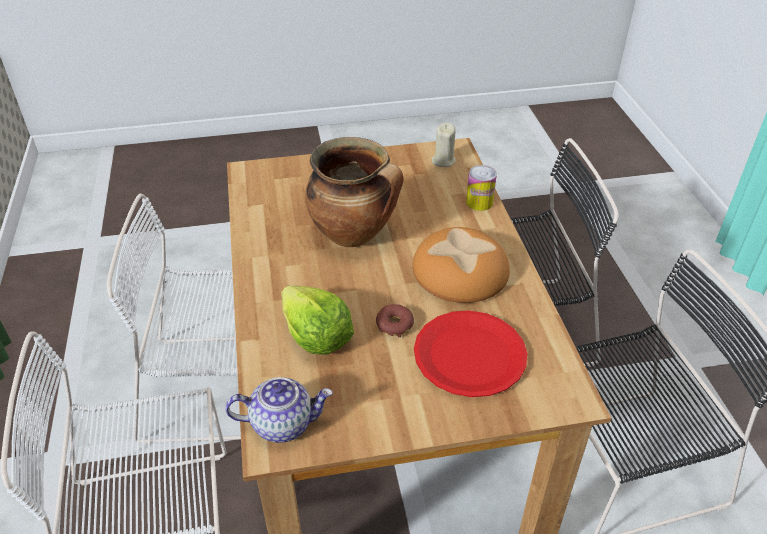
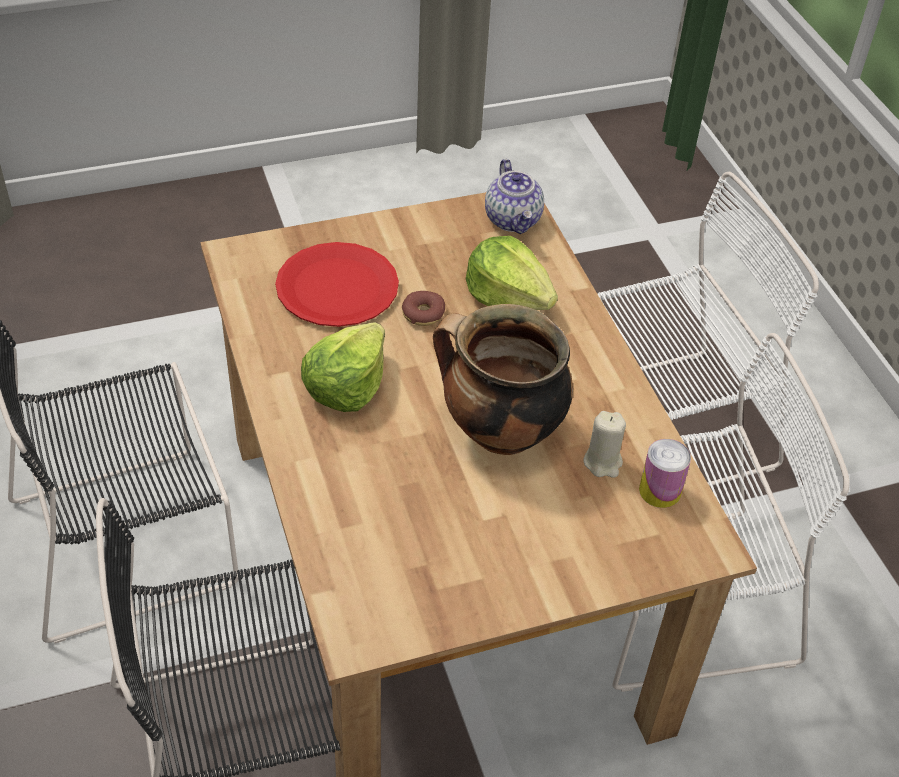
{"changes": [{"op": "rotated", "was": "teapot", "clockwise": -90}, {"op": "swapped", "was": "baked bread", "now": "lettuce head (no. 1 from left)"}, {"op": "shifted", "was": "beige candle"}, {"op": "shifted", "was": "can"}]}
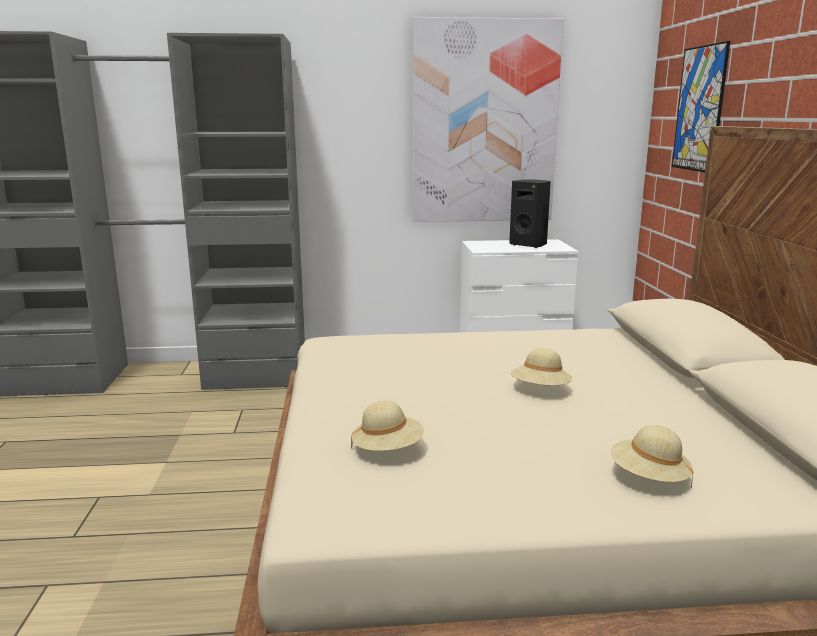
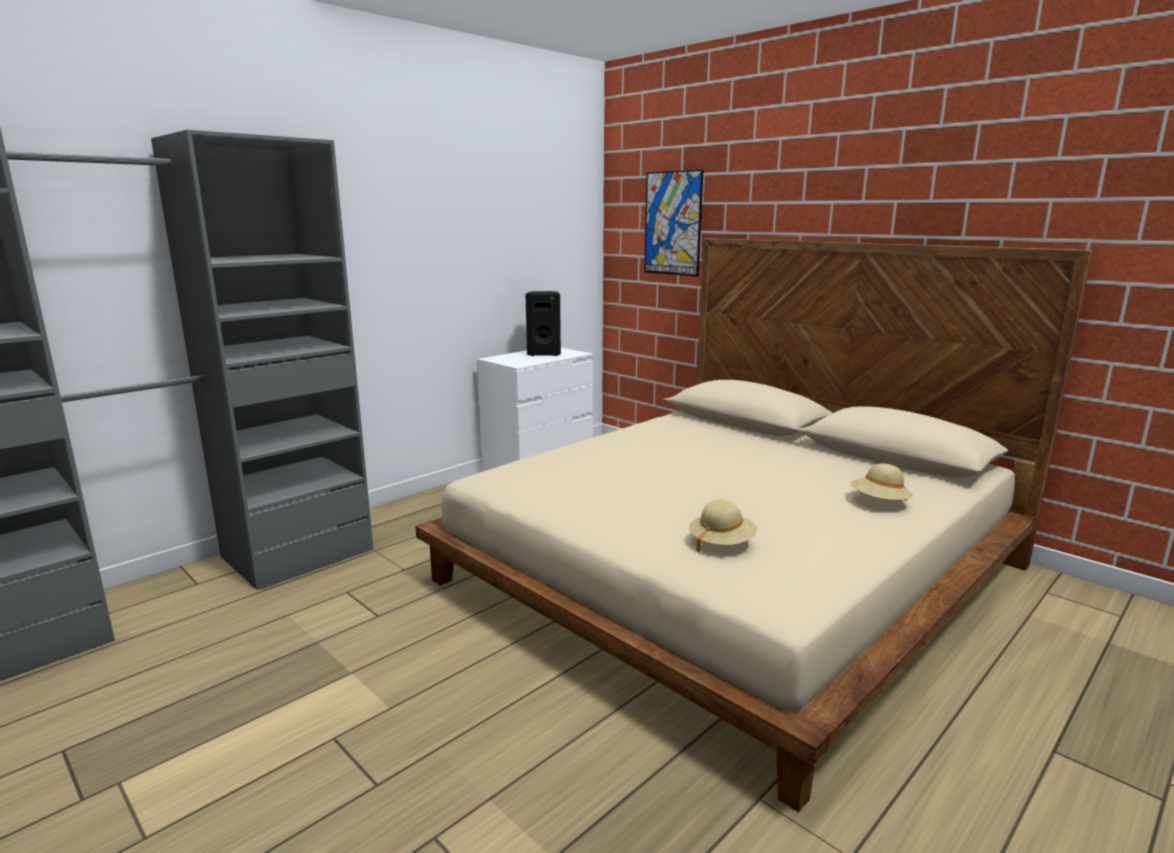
{"changes": [{"op": "gone", "was": "picture (no. 1 from left)"}, {"op": "gone", "was": "beige clothing hat (no. 2 from left)"}]}
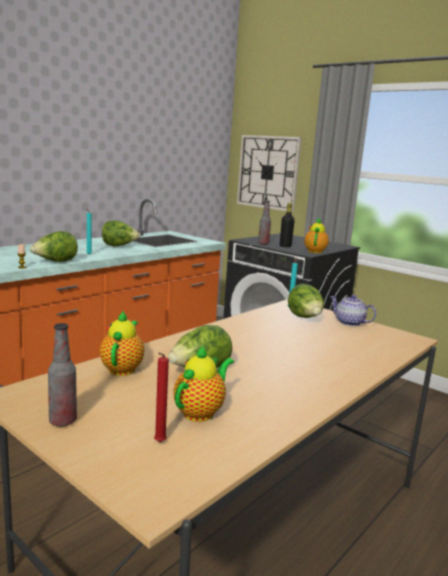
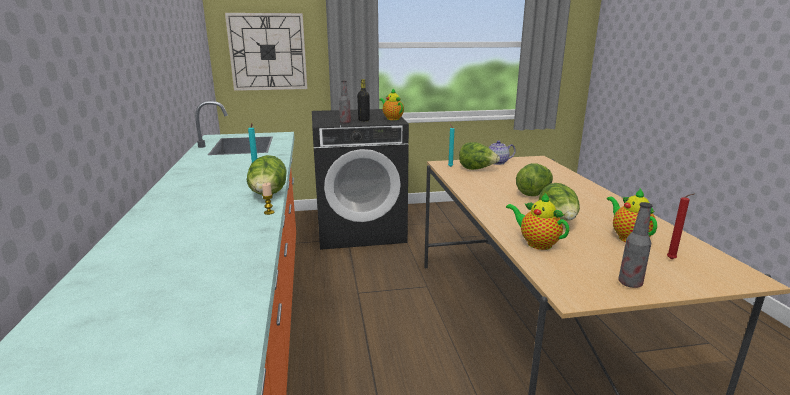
{"changes": [{"op": "shifted", "was": "lettuce head (no. 2 from left in the first image)", "now": "lettuce head (no. 3 from left)"}]}
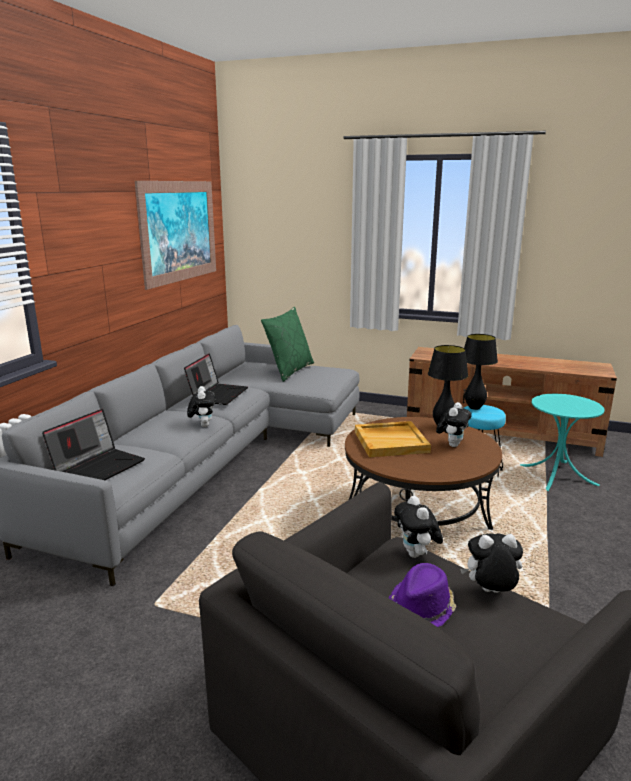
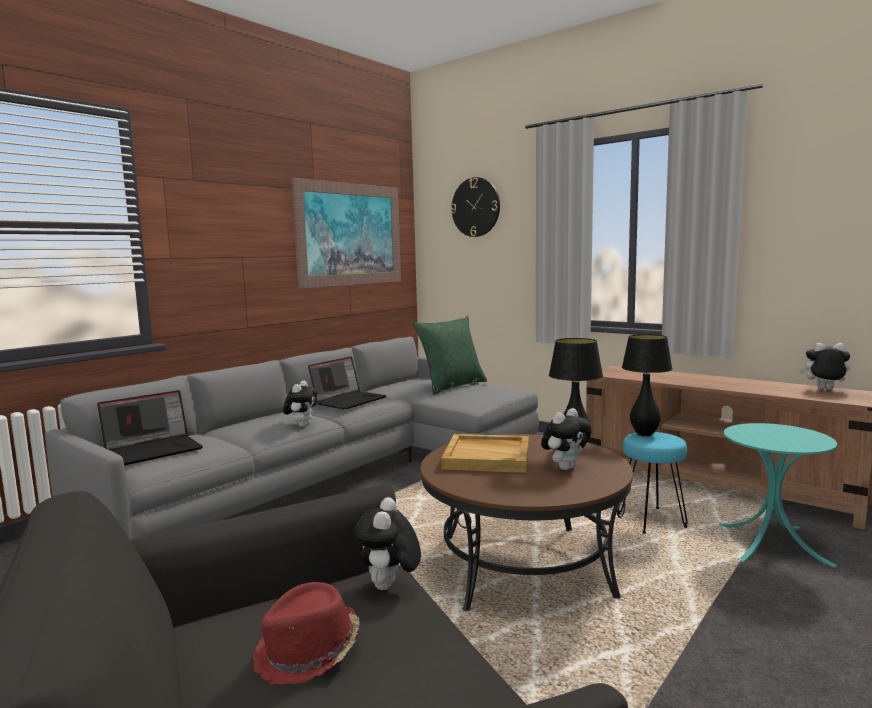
{"changes": [{"op": "repainted", "was": "purple clothing hat", "now": "reddish clothing hat"}, {"op": "shifted", "was": "cuddly toy (no. 4 from left)"}, {"op": "new", "now": "clock on the wall"}]}
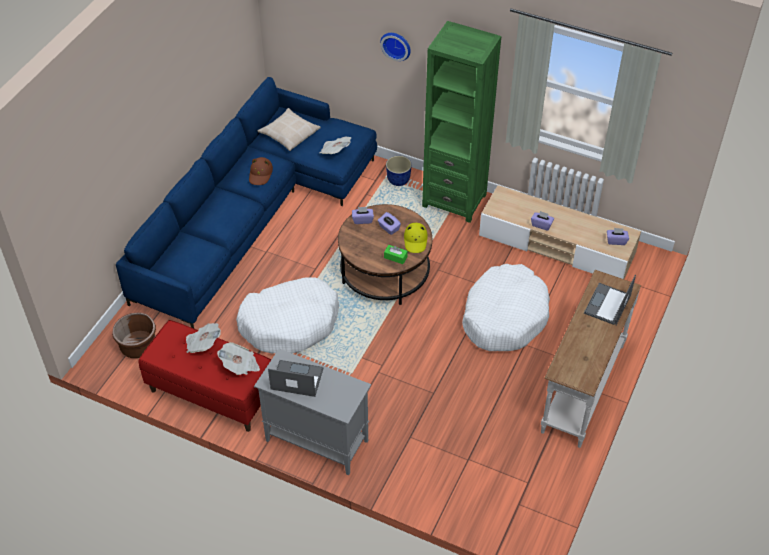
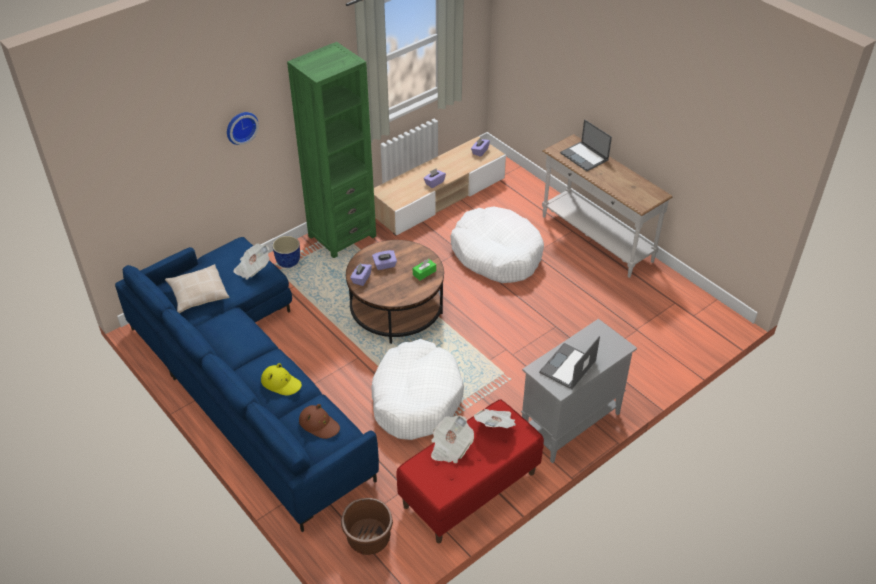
{"changes": [{"op": "shifted", "was": "brown clothing hat"}, {"op": "shifted", "was": "yellow-coloured clothing hat"}]}
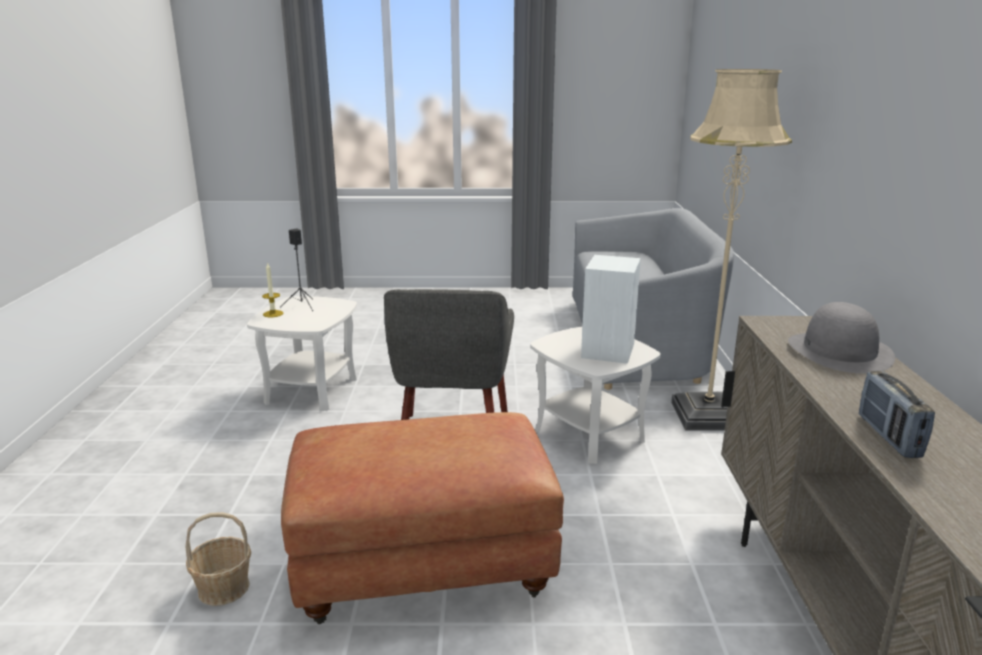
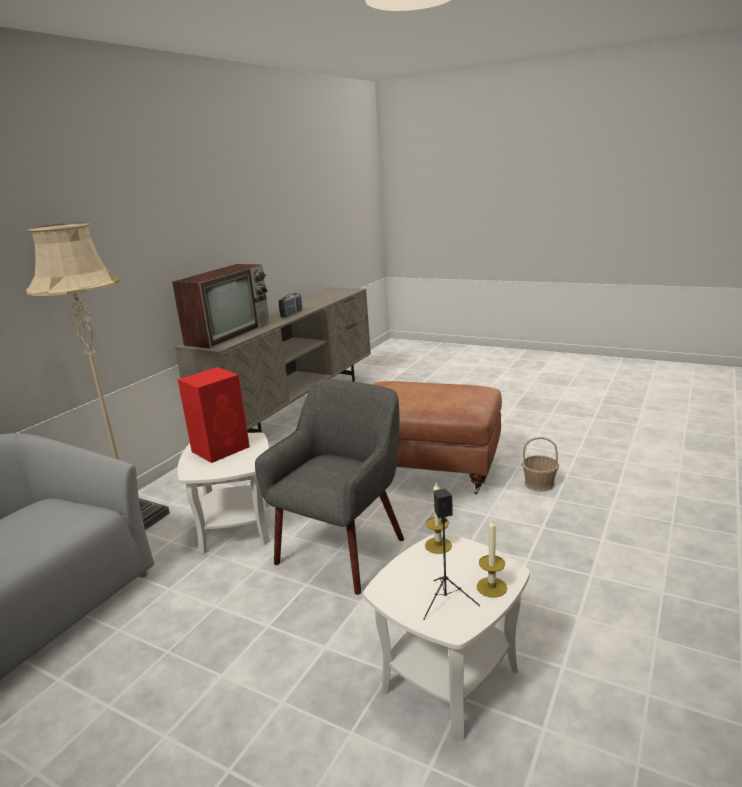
{"changes": [{"op": "repainted", "was": "white audio speaker", "now": "reddish audio speaker"}, {"op": "swapped", "was": "greyish clothing hat", "now": "TV set"}, {"op": "new", "now": "candle (no. 1 from left)"}]}
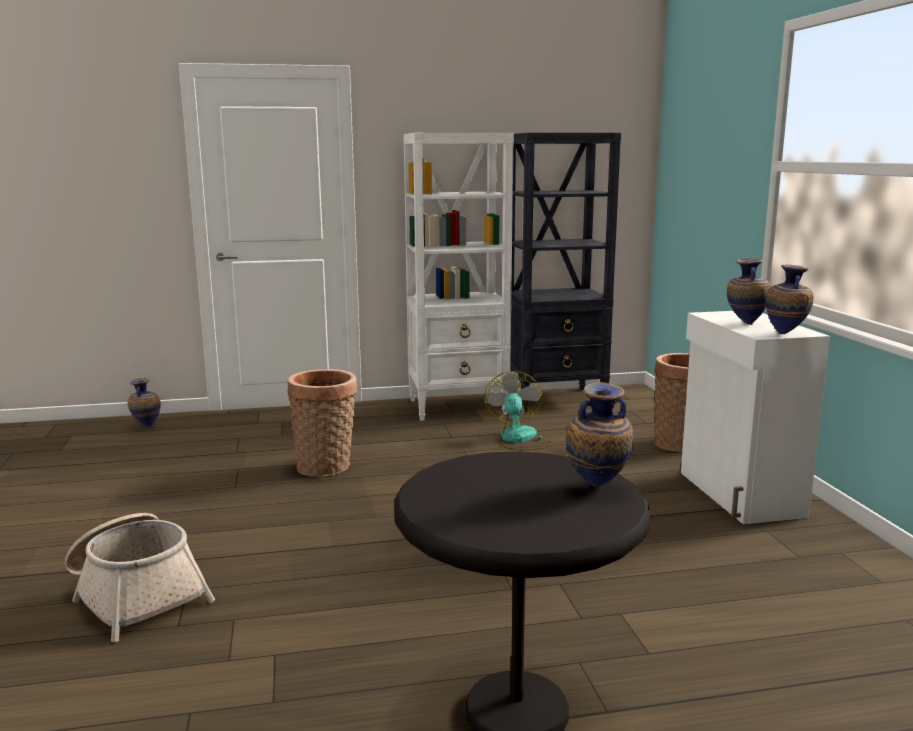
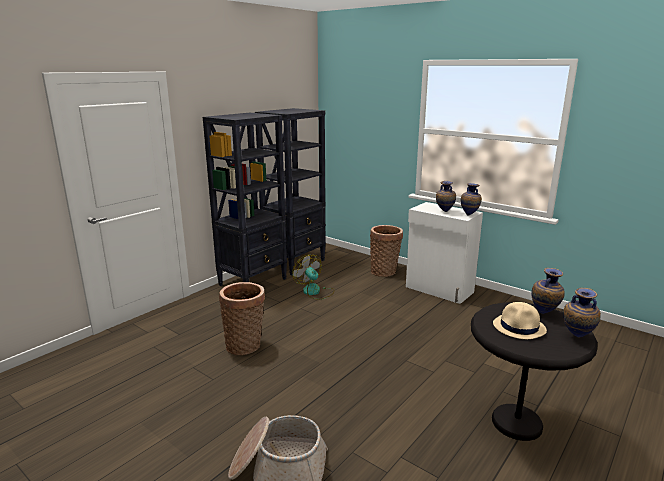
{"changes": [{"op": "shifted", "was": "flower vase (no. 1 from left in the first image)", "now": "flower vase (no. 4 from left)"}, {"op": "repainted", "was": "white shelving unit", "now": "black-coloured shelving unit (no. 1 from left)"}, {"op": "new", "now": "beige clothing hat"}]}
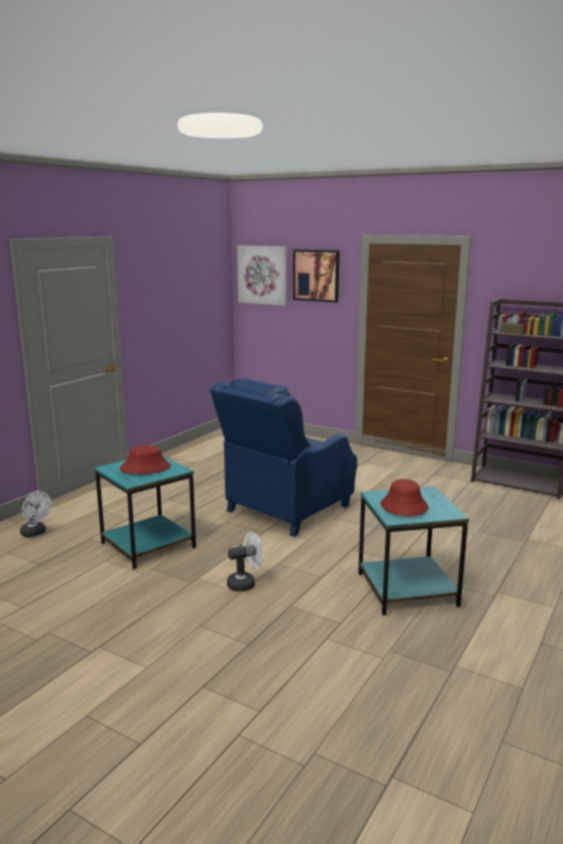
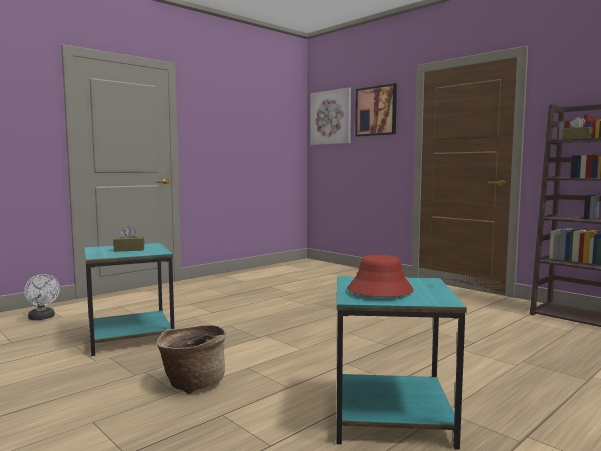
{"changes": [{"op": "swapped", "was": "reddish clothing hat (no. 1 from left)", "now": "brown tissue box (no. 1 from left)"}, {"op": "gone", "was": "bluish armchair"}, {"op": "swapped", "was": "white cooling fan (no. 2 from left)", "now": "storage basket"}]}
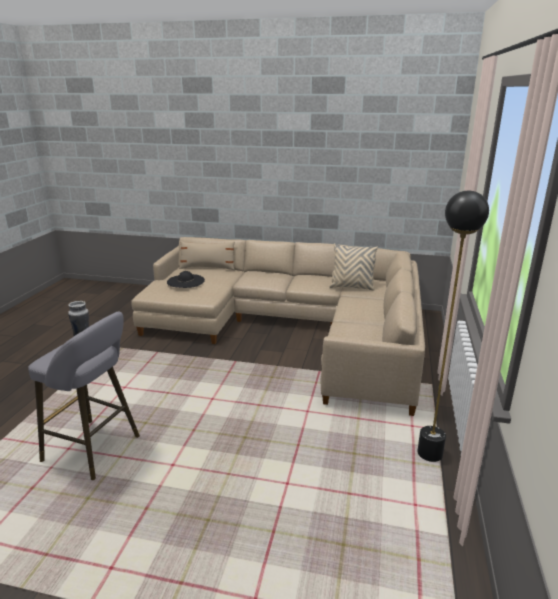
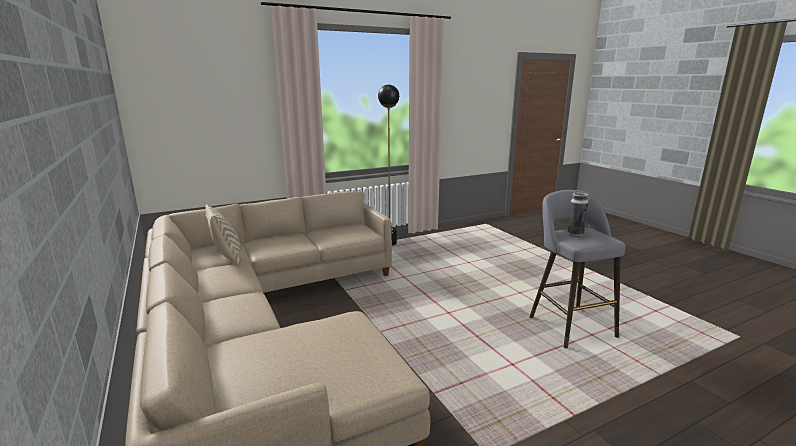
{"changes": [{"op": "gone", "was": "black-coloured clothing hat"}, {"op": "gone", "was": "beige pillow (no. 1 from left)"}]}
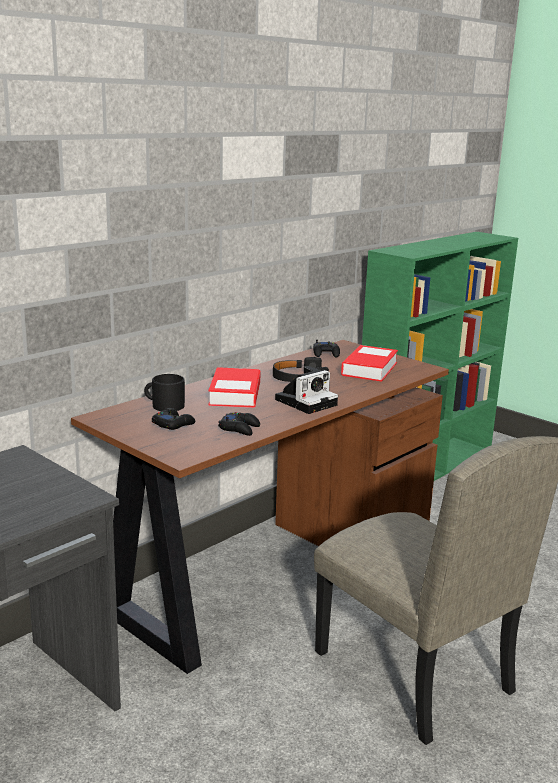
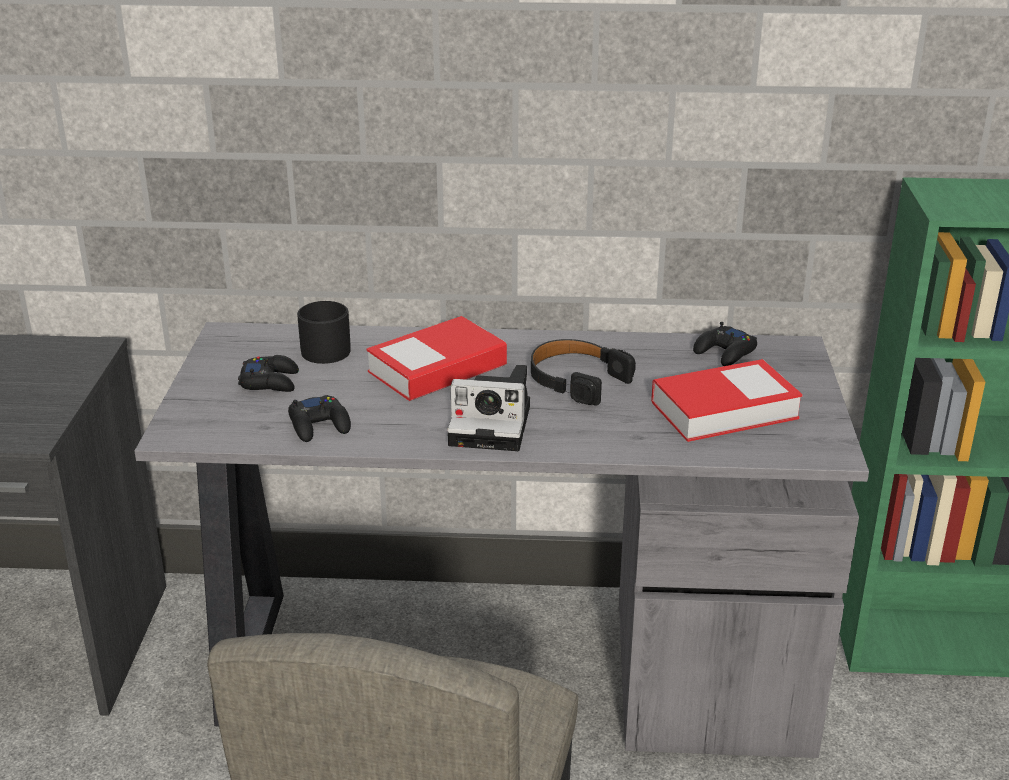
{"changes": [{"op": "repainted", "was": "brown desk unit", "now": "greyish desk unit (no. 2 from left)"}]}
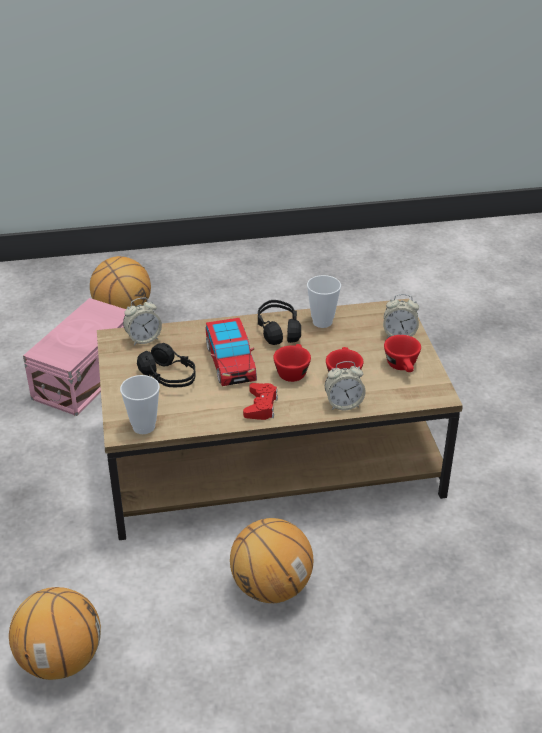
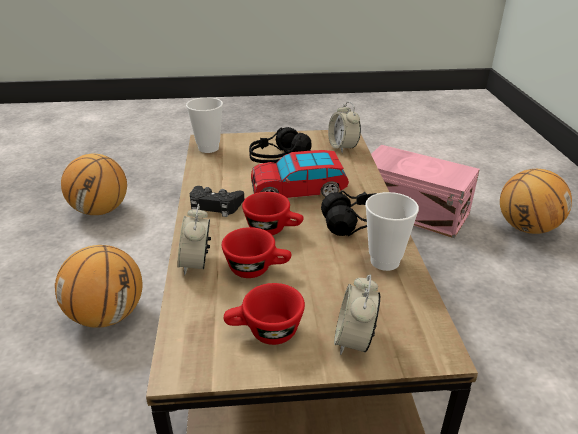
{"changes": [{"op": "repainted", "was": "reddish game controller", "now": "black-coloured game controller"}]}
